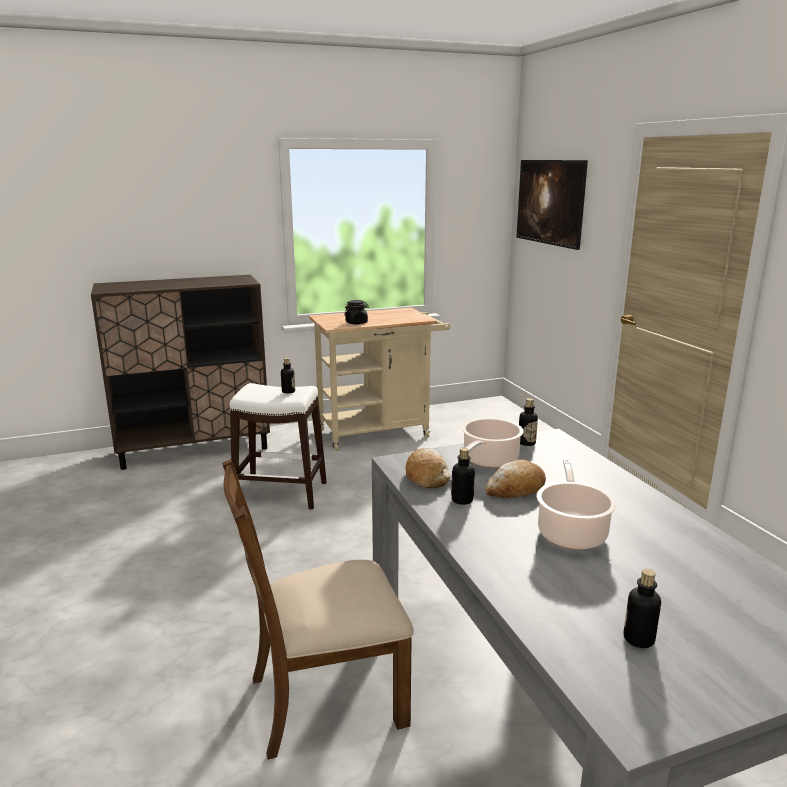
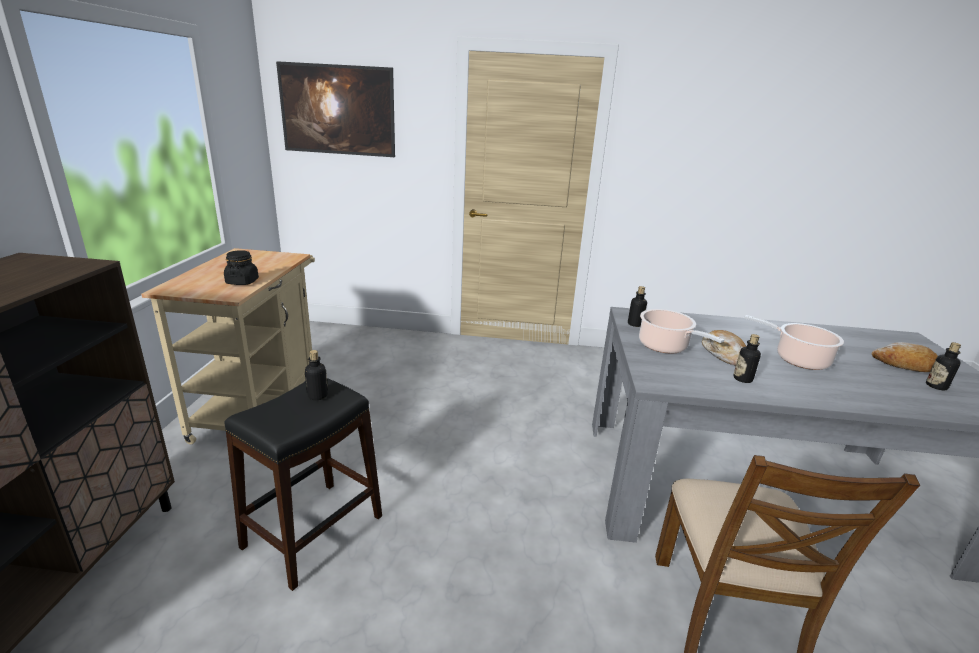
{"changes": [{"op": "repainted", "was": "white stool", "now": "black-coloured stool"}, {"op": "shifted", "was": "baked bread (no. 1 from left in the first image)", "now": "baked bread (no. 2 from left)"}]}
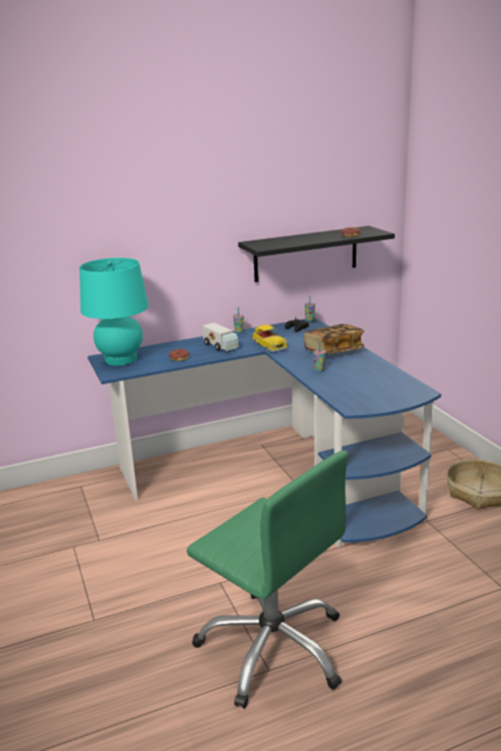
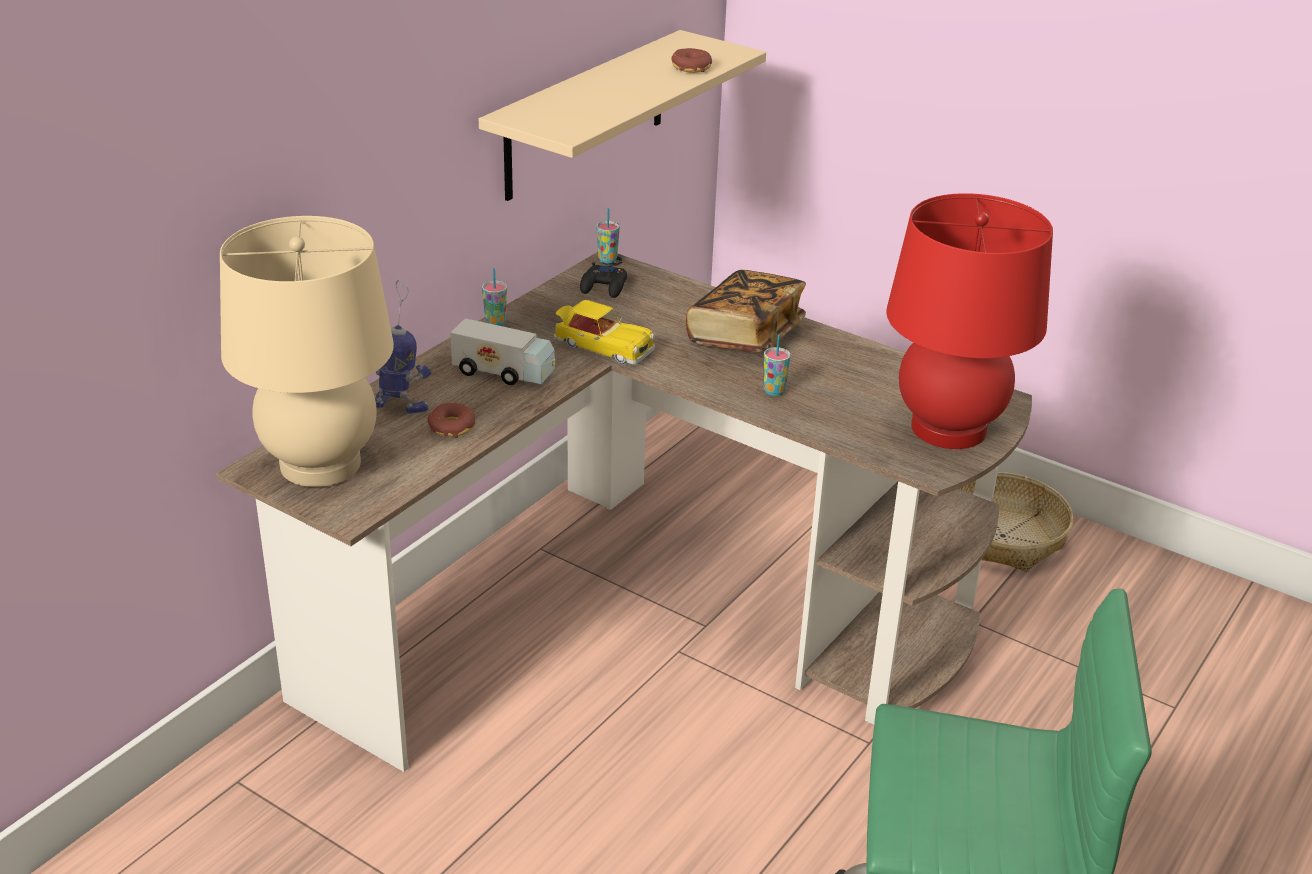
{"changes": [{"op": "repainted", "was": "blue-green lamp for a table", "now": "beige lamp for a table"}, {"op": "repainted", "was": "bluish desk unit", "now": "brown desk unit"}, {"op": "repainted", "was": "black-coloured bracket shelf", "now": "beige bracket shelf"}, {"op": "new", "now": "toy robot"}, {"op": "new", "now": "reddish lamp for a table"}]}
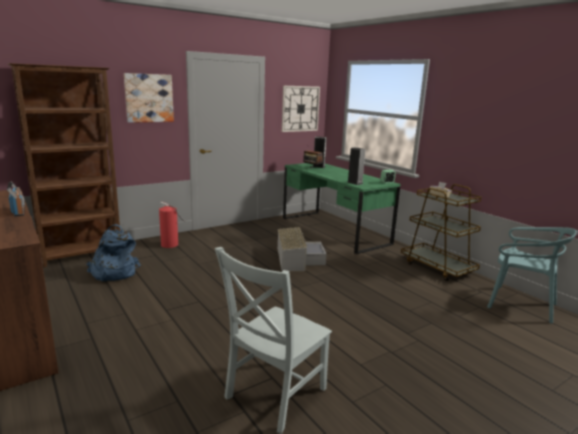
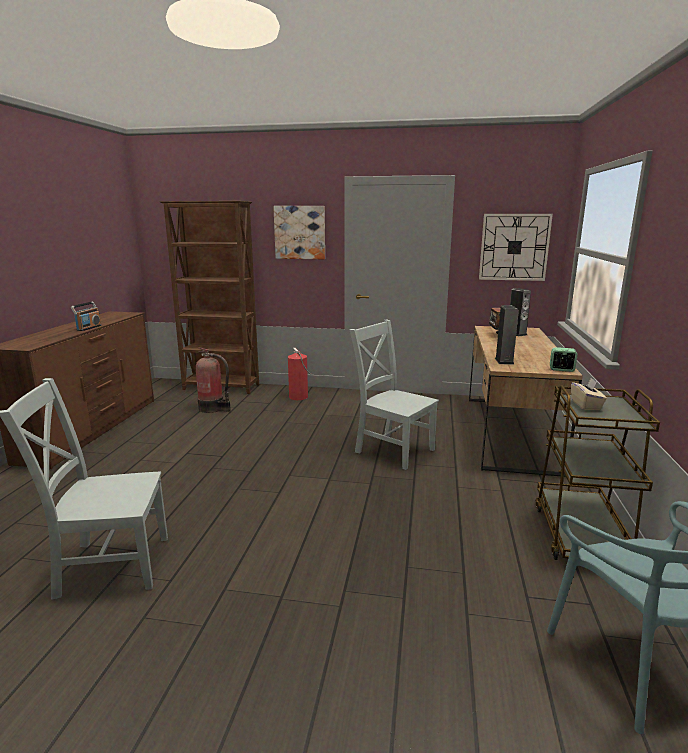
{"changes": [{"op": "swapped", "was": "bluish rucksack", "now": "extinguisher (no. 1 from left)"}, {"op": "swapped", "was": "greyish storage container", "now": "greyish upright chair (no. 2 from left)"}, {"op": "repainted", "was": "green-coloured desk unit", "now": "brown desk unit"}]}
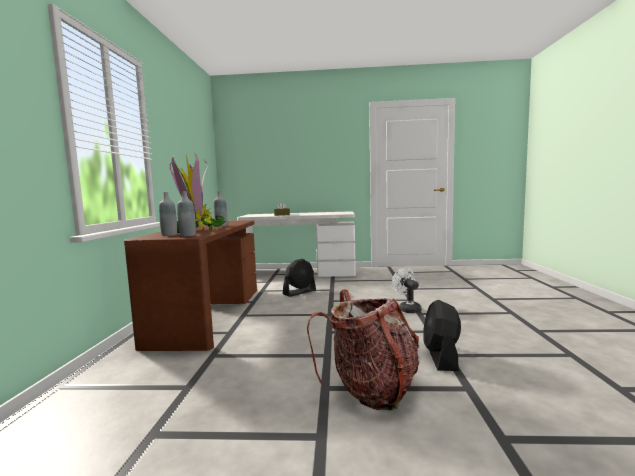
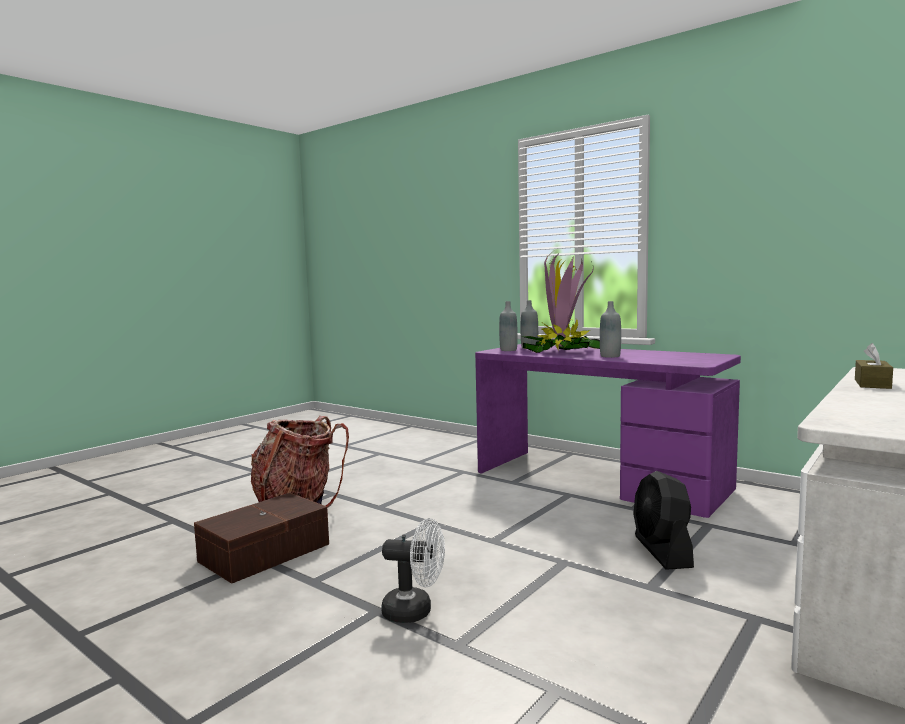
{"changes": [{"op": "repainted", "was": "brown desk unit", "now": "purple desk unit"}, {"op": "swapped", "was": "black-coloured cooling fan (no. 2 from left)", "now": "brown storage container"}]}
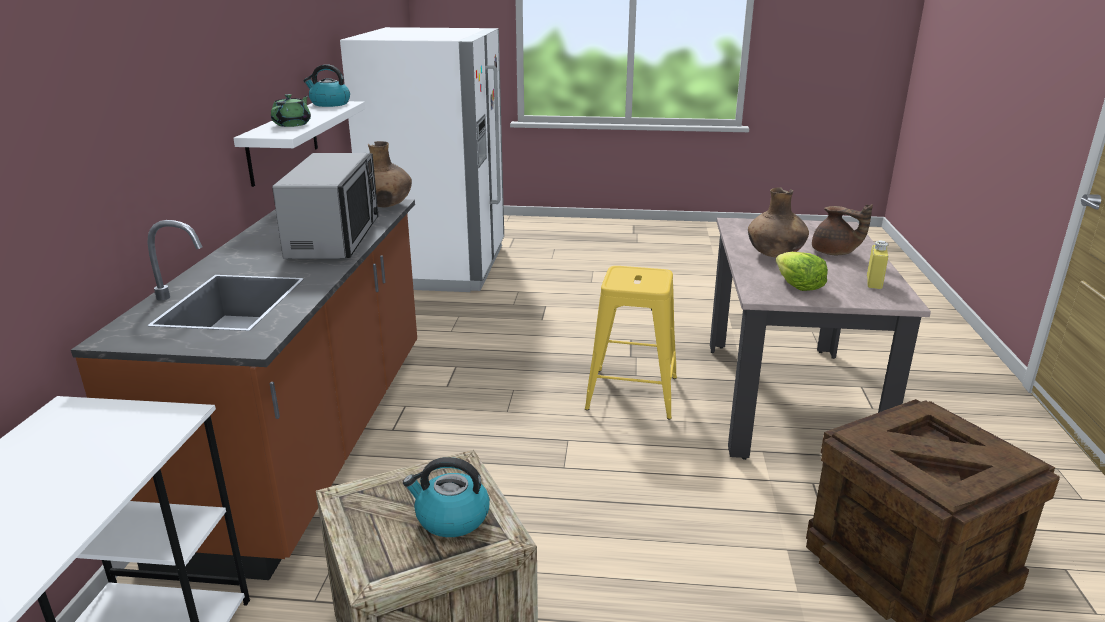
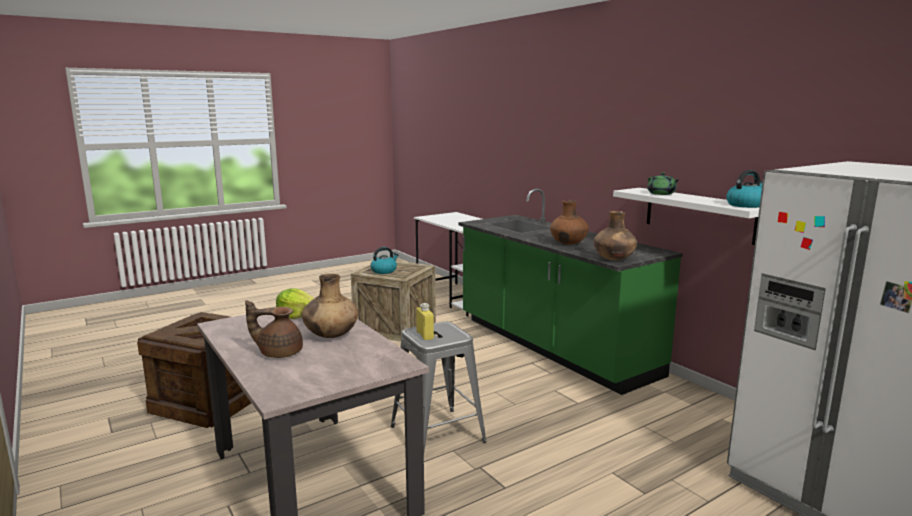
{"changes": [{"op": "repainted", "was": "brown kitchen counter", "now": "green-coloured kitchen counter"}, {"op": "swapped", "was": "microwave", "now": "brown flower vase (no. 2 from left)"}, {"op": "repainted", "was": "yellow-coloured stool", "now": "greyish stool"}, {"op": "shifted", "was": "yellow-coloured beverage bottle"}]}
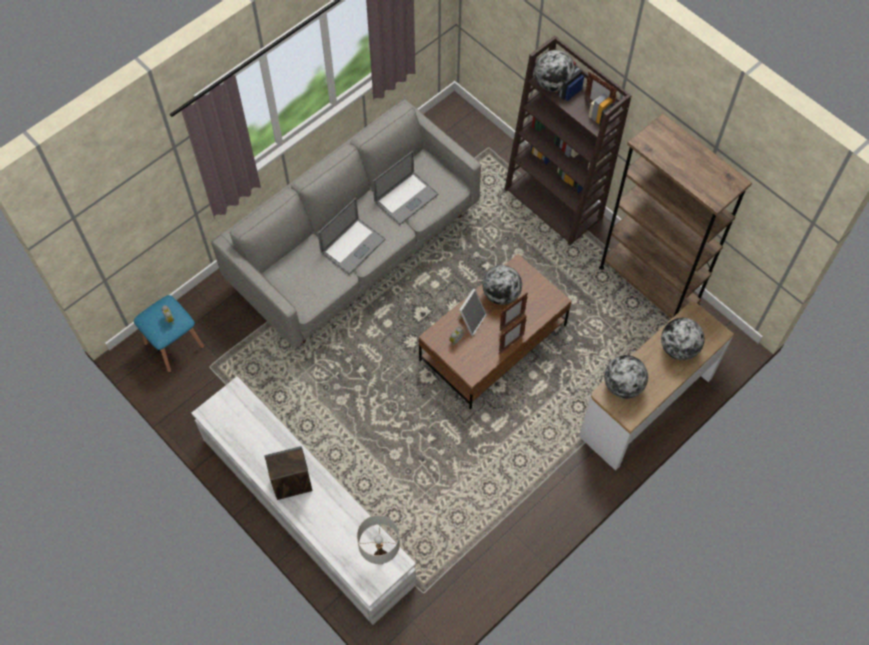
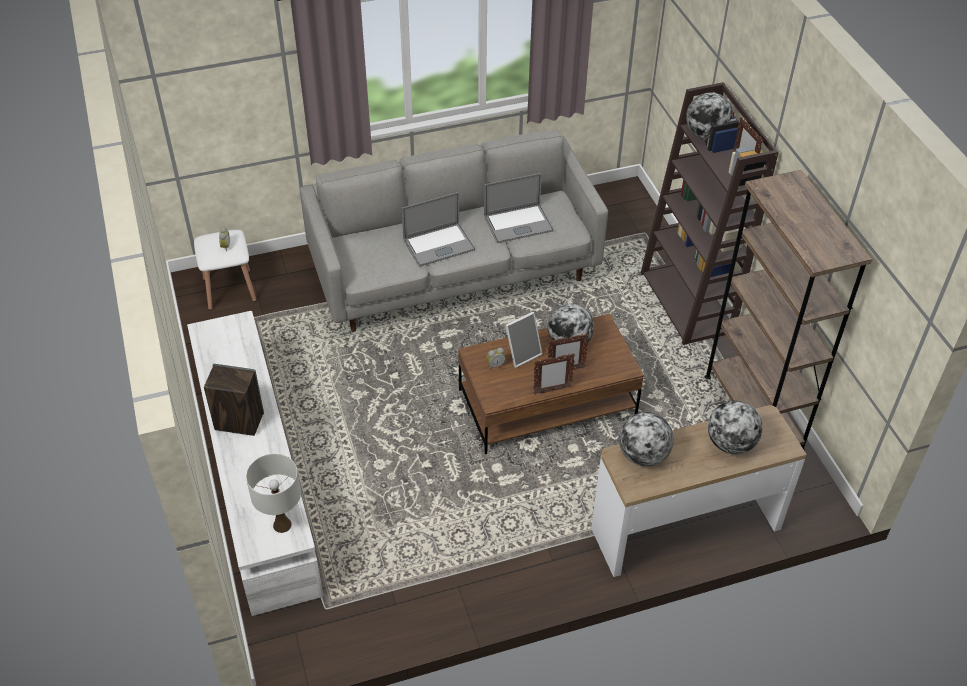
{"changes": [{"op": "repainted", "was": "bluish stool", "now": "white stool"}]}
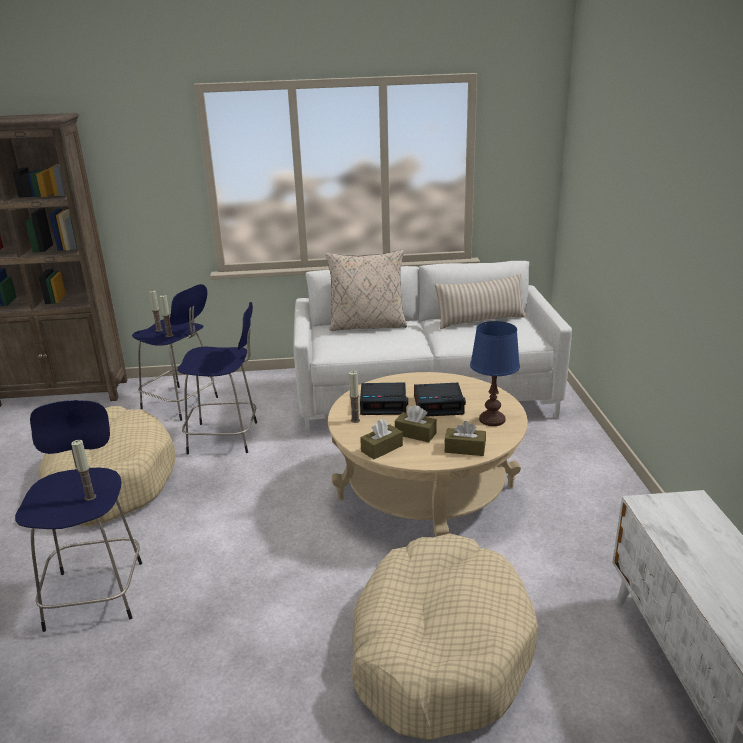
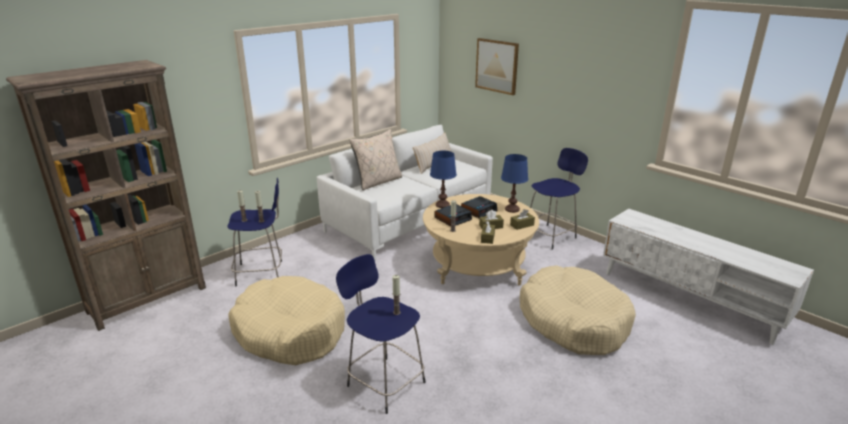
{"changes": [{"op": "shifted", "was": "bluish stool (no. 3 from left)"}, {"op": "new", "now": "bluish lamp for a table (no. 1 from left)"}, {"op": "new", "now": "picture"}]}
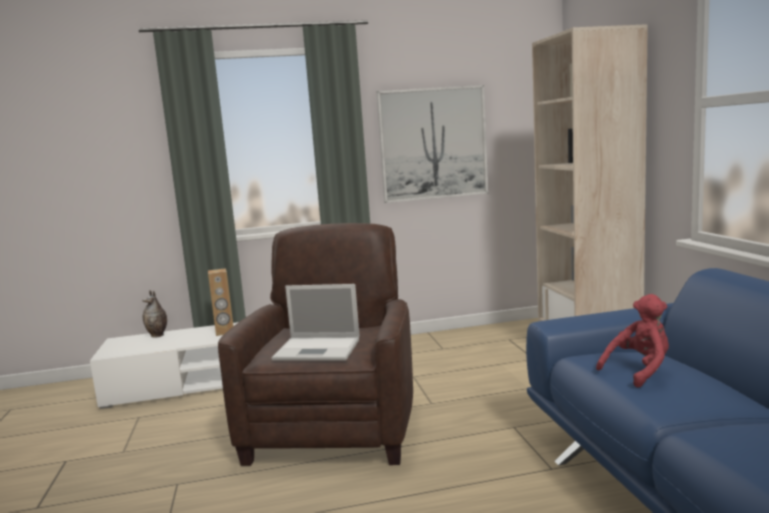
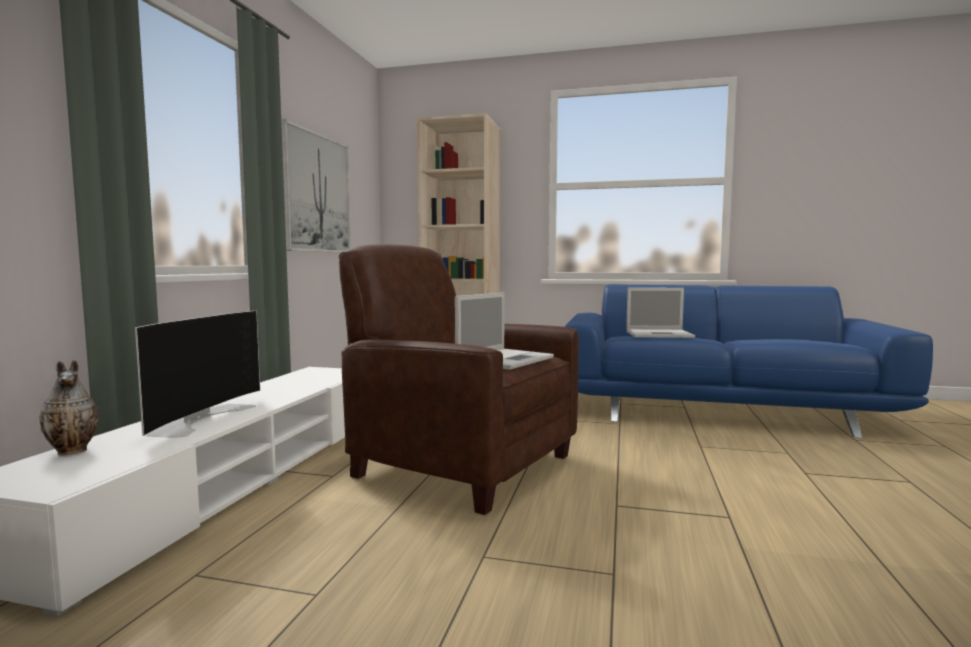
{"changes": [{"op": "swapped", "was": "brown audio speaker", "now": "TV set"}, {"op": "swapped", "was": "reddish cuddly toy", "now": "laptop (no. 2 from left)"}]}
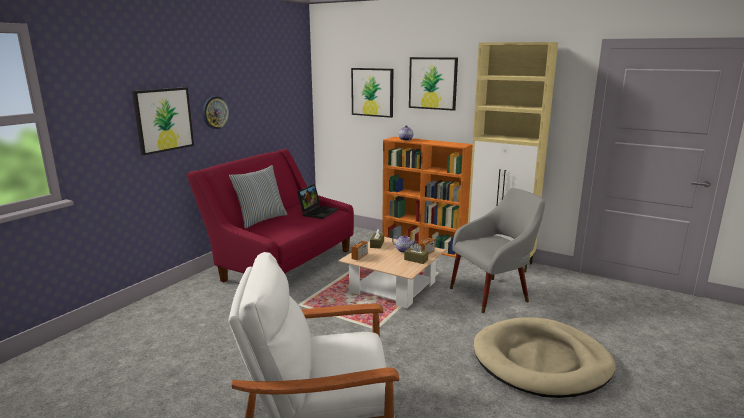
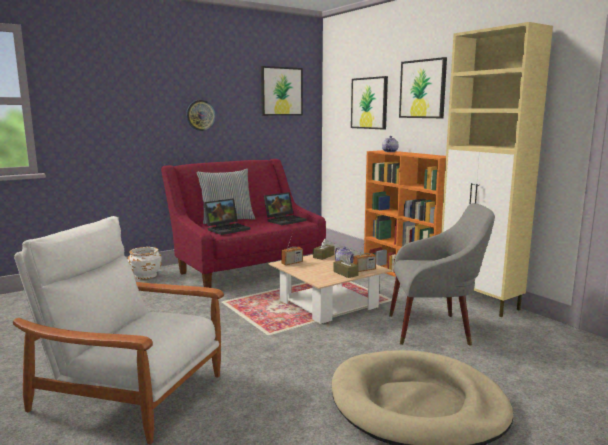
{"changes": [{"op": "shifted", "was": "picture (no. 1 from left)"}, {"op": "new", "now": "white flower pot"}, {"op": "new", "now": "laptop (no. 1 from left)"}]}
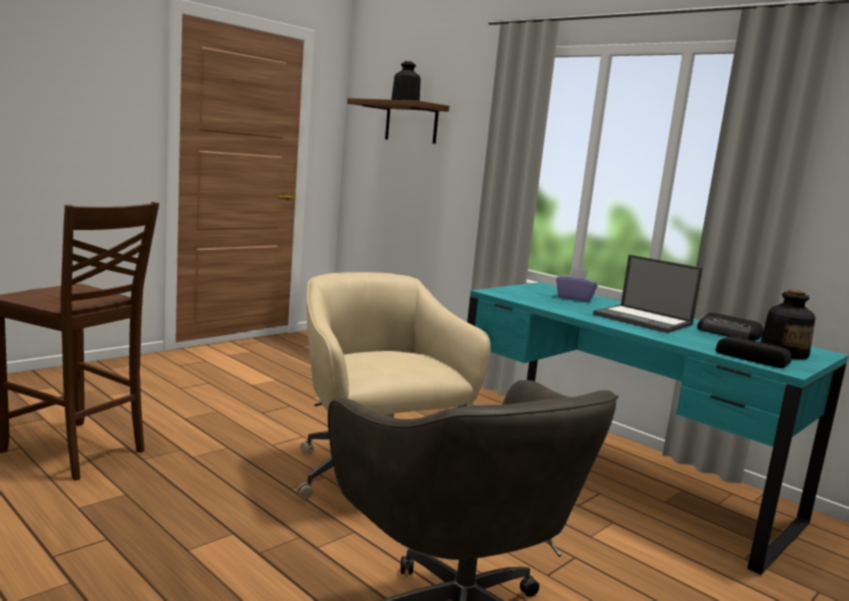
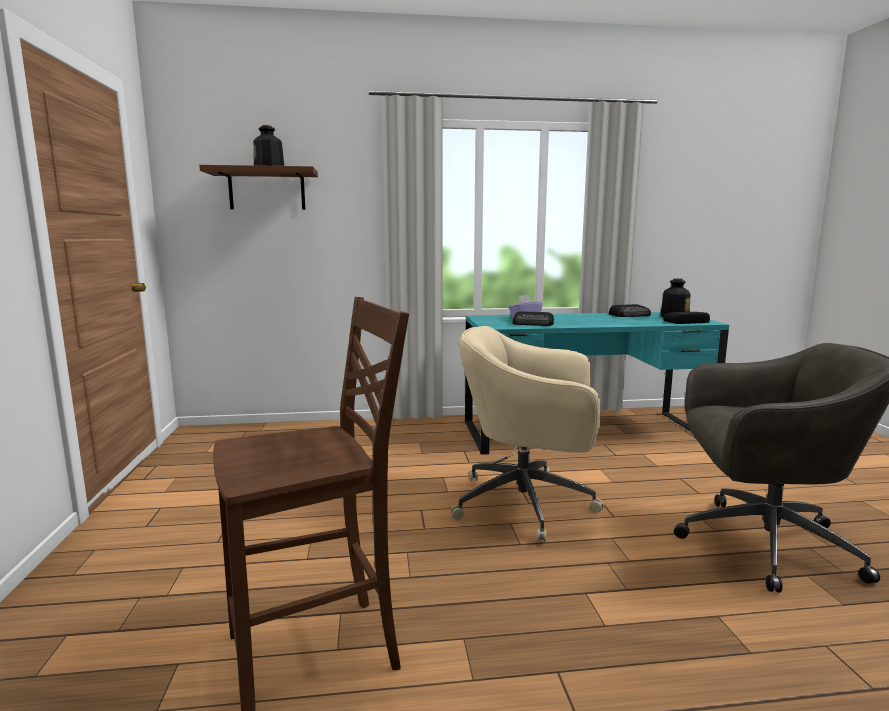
{"changes": [{"op": "gone", "was": "laptop"}, {"op": "new", "now": "radio set (no. 1 from left)"}]}
